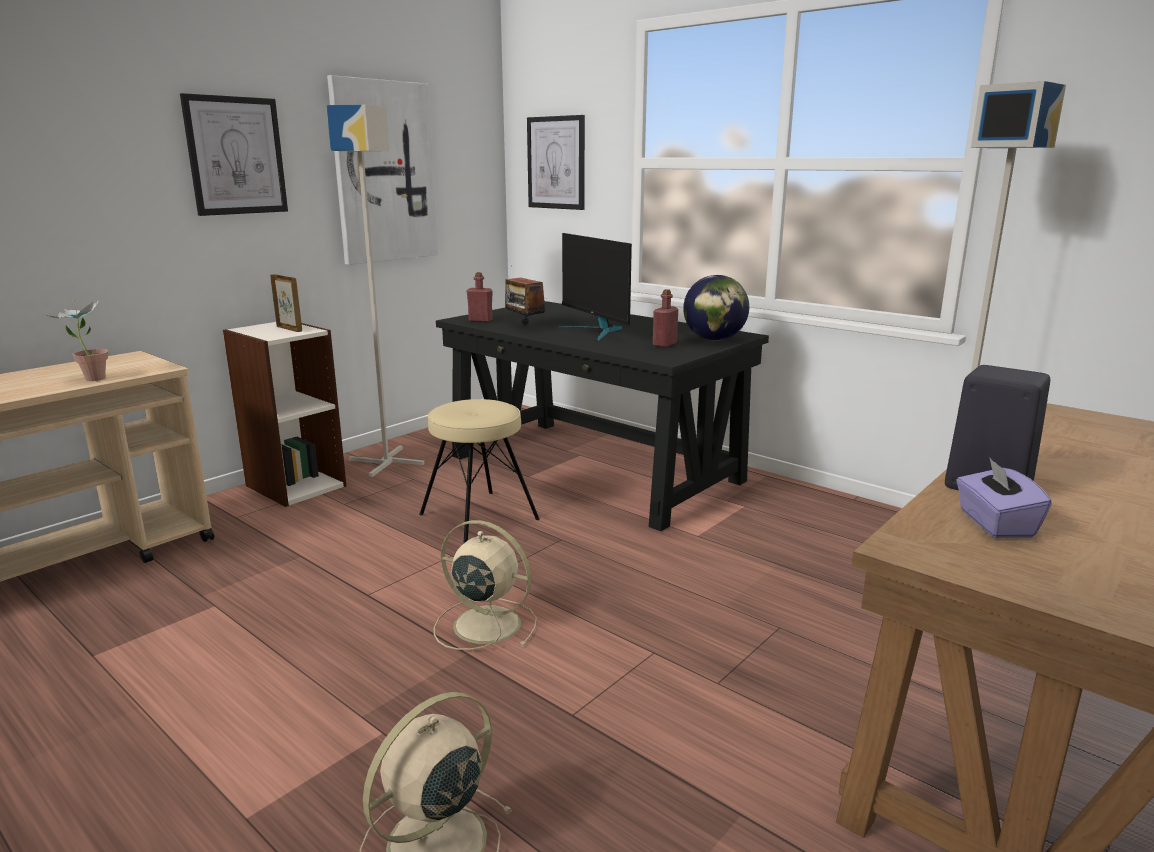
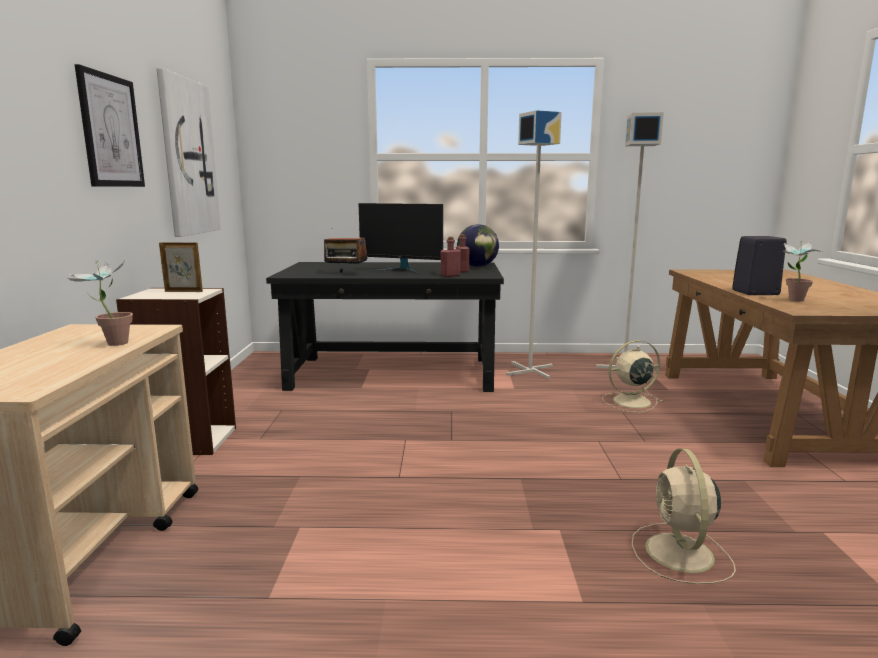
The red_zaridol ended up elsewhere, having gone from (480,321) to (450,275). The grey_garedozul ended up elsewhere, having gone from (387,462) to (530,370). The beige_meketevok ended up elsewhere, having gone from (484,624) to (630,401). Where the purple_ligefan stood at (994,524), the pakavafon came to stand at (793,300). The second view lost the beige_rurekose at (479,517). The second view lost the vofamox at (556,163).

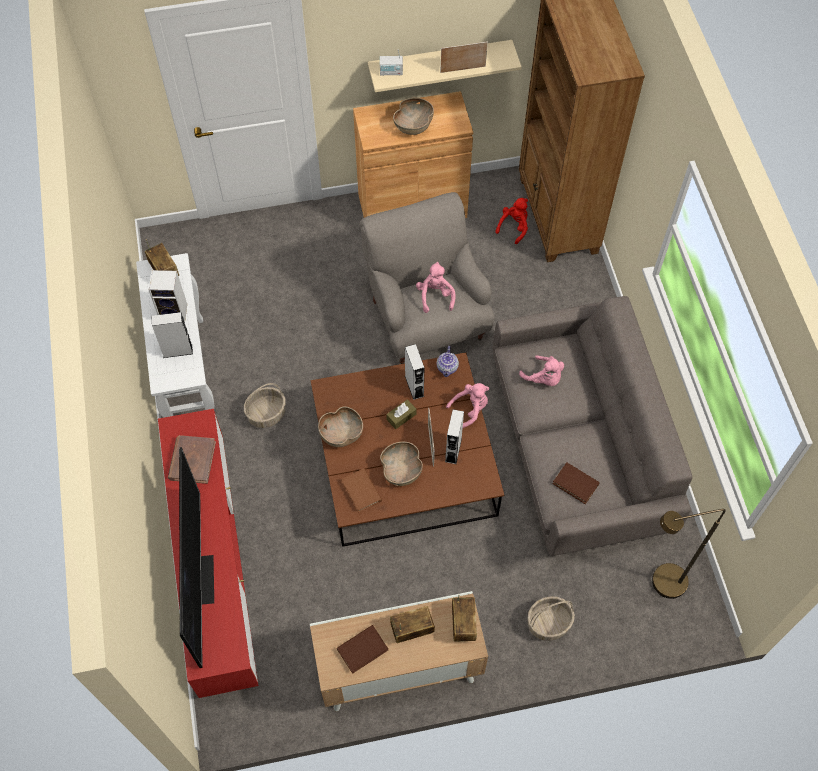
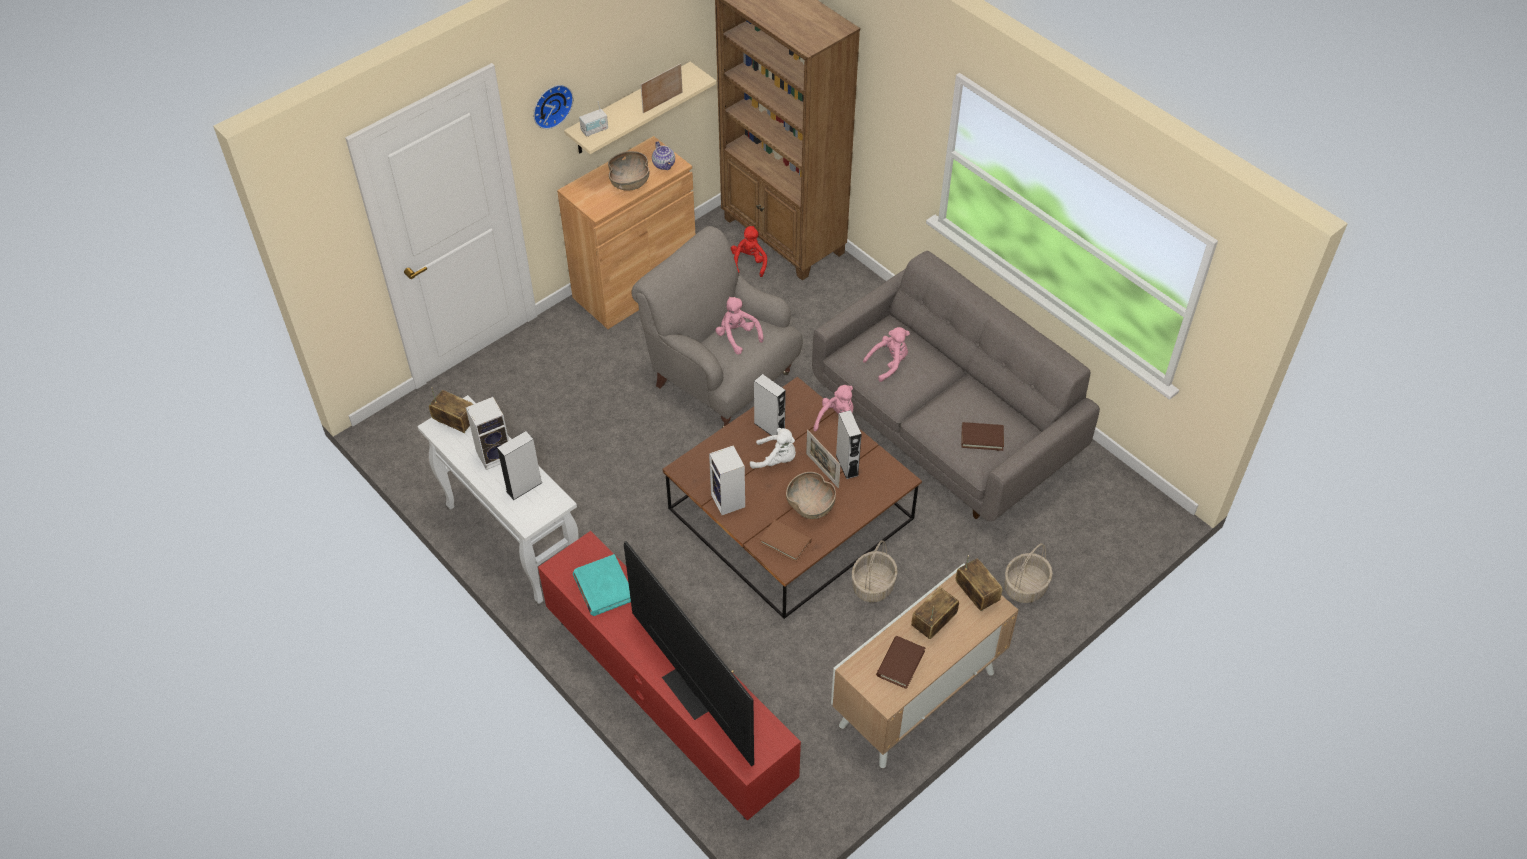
The second view gained the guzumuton at (550,105). What was the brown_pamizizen at (192,460) turned into the turquoise_pamizizen at (603,587). The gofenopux ended up elsewhere, having gone from (447,368) to (664,165). Where the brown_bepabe stood at (341,434), the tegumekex came to stand at (729,501). Where the brown_ligefan stood at (401,417), the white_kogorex came to stand at (776,459). The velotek ended up elsewhere, having gone from (266,414) to (873,586). The pink_kogorex at (544,378) ended up facing another way, 45 degrees counterclockwise from before. The second view lost the brown_garedozul at (660,585).

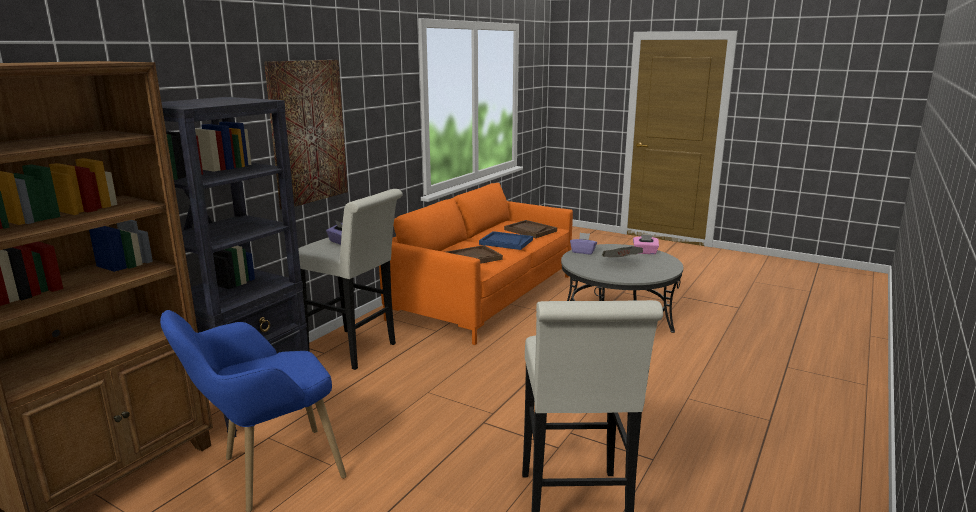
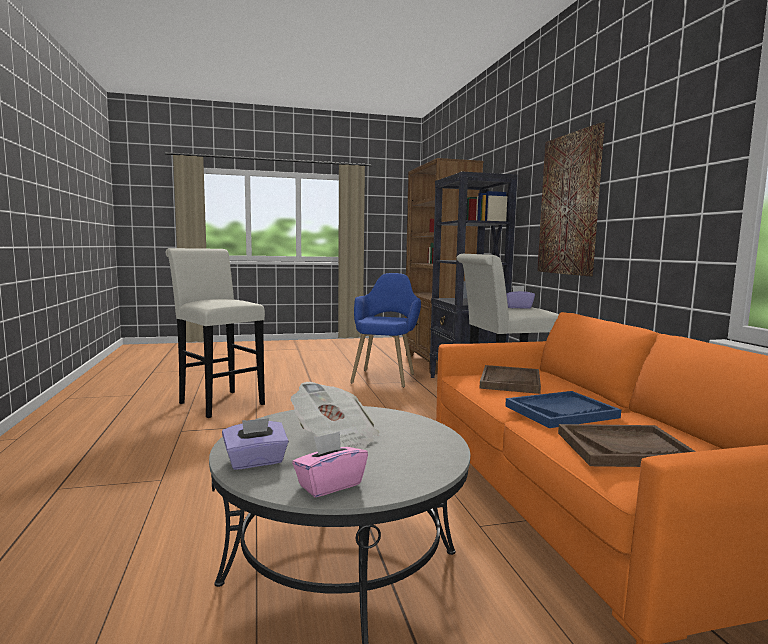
The purple_ligefan ended up elsewhere, having gone from (583,252) to (256,462).

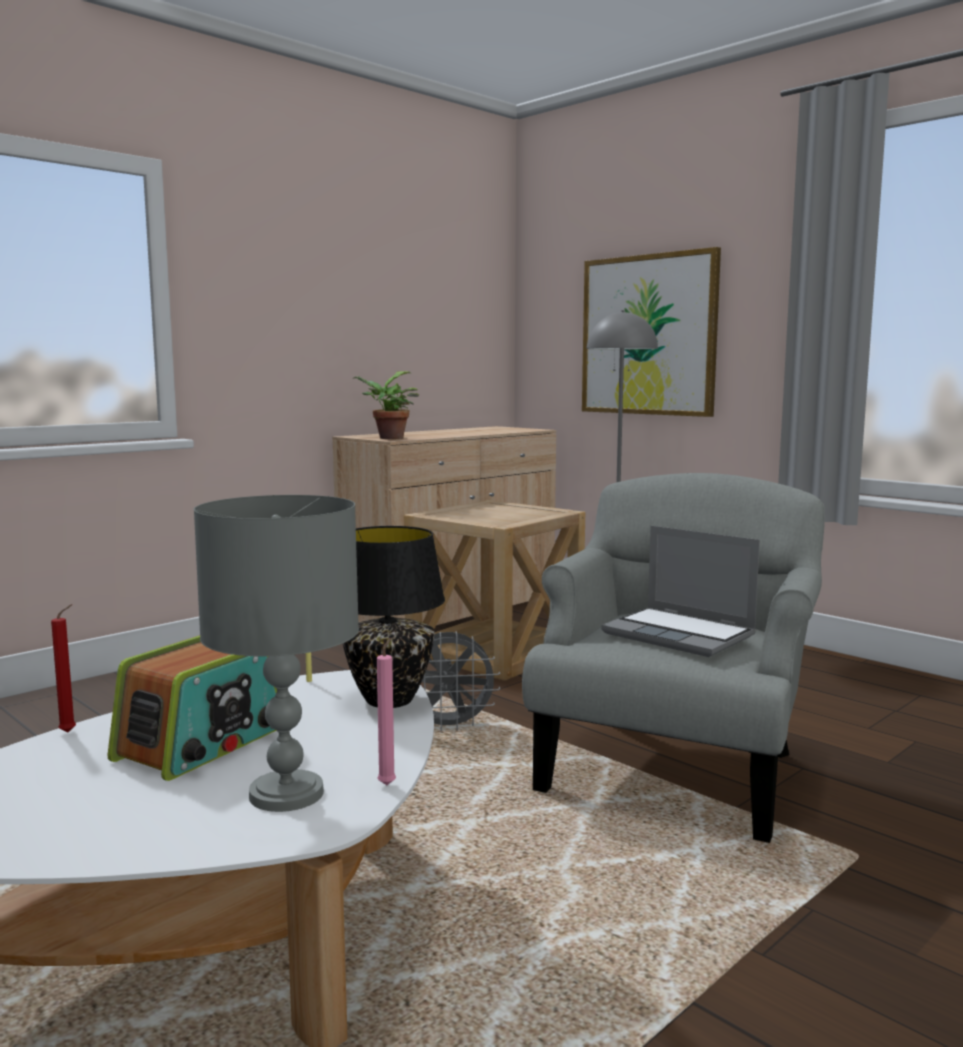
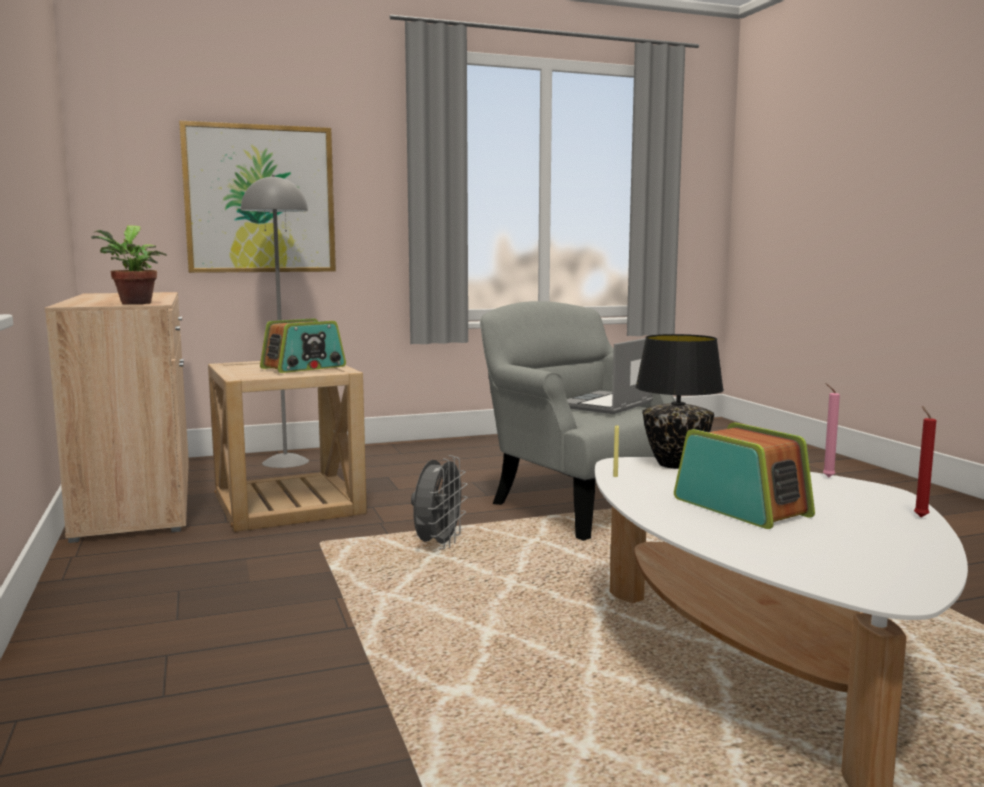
The second view gained the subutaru at (304,367). The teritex at (681,635) ended up facing another way, 150 degrees clockwise from before. The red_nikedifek ended up elsewhere, having gone from (70,732) to (919,516). The second view lost the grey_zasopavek at (286,793).

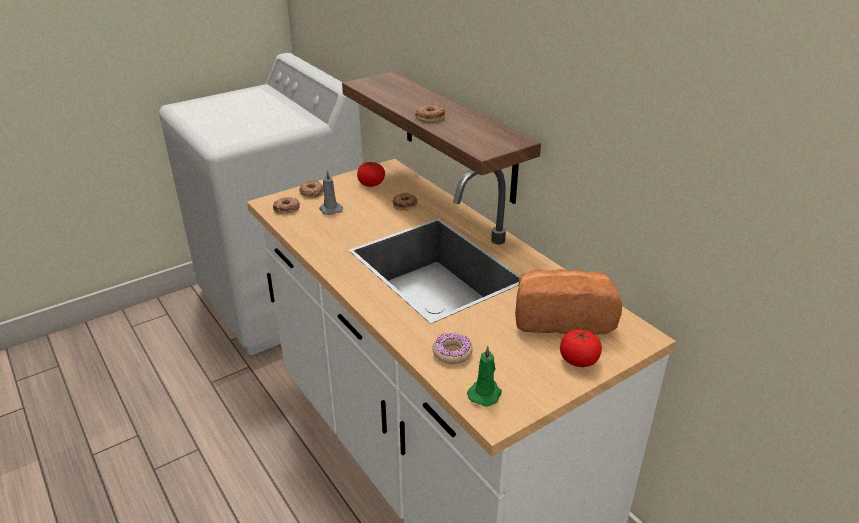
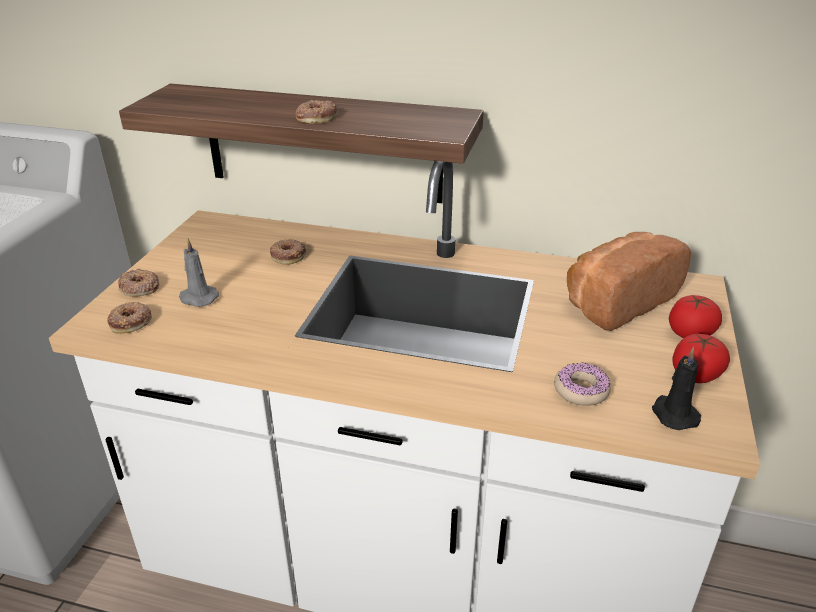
What was the green_nikedifek at (485,393) turned into the black_nikedifek at (673,414). The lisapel ended up elsewhere, having gone from (371,184) to (695,375).

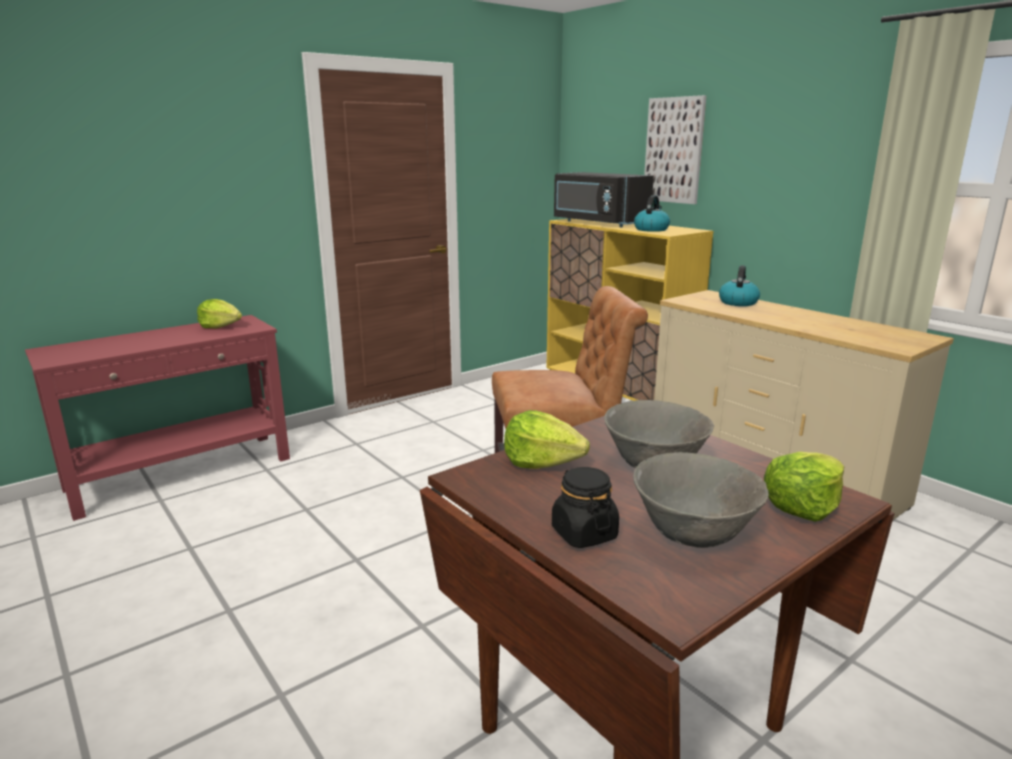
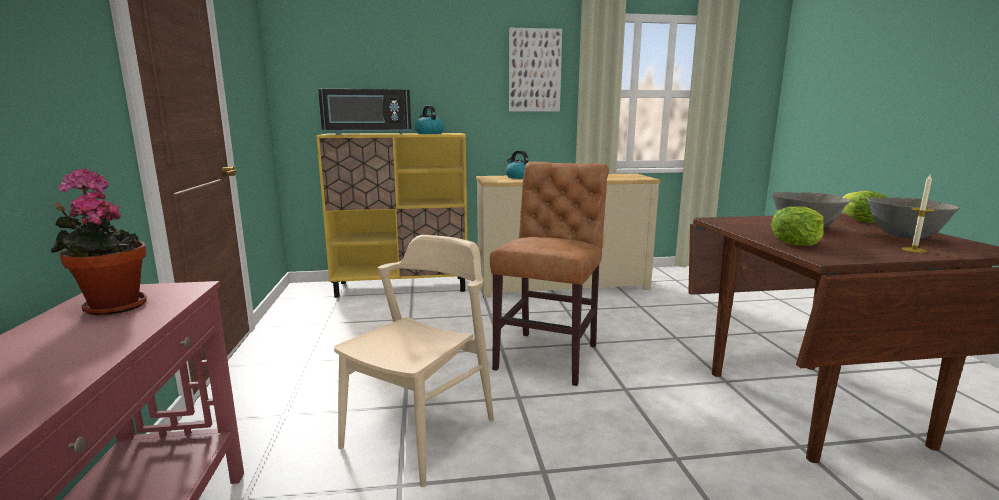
Where the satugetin stood at (220,326), the pakavafon came to stand at (112,306). The second view gained the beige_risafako at (420,433). The vofamox ended up elsewhere, having gone from (674,150) to (534,70). Where the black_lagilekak stood at (583,533), the nikedifek came to stand at (914,250).

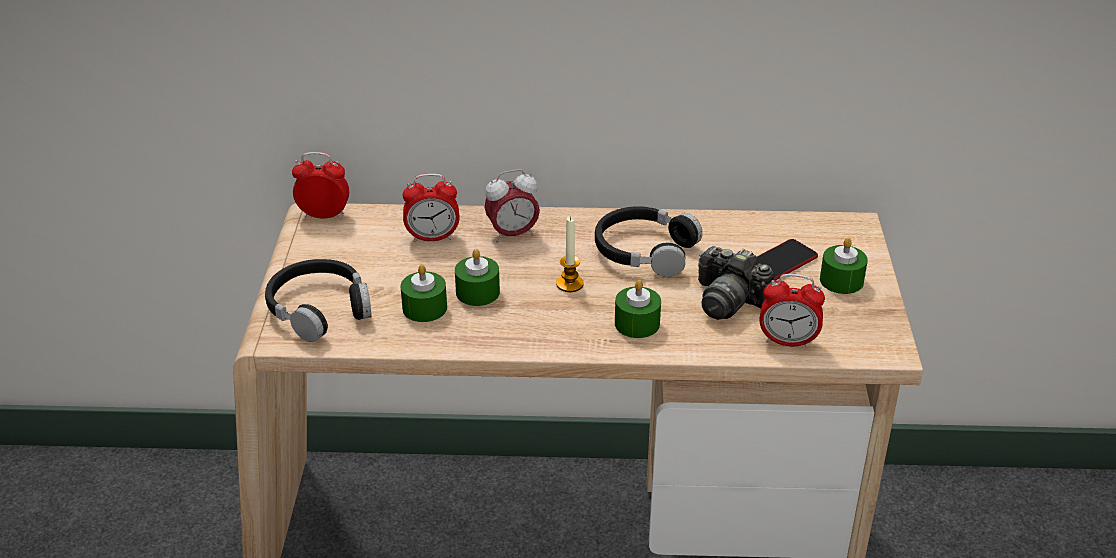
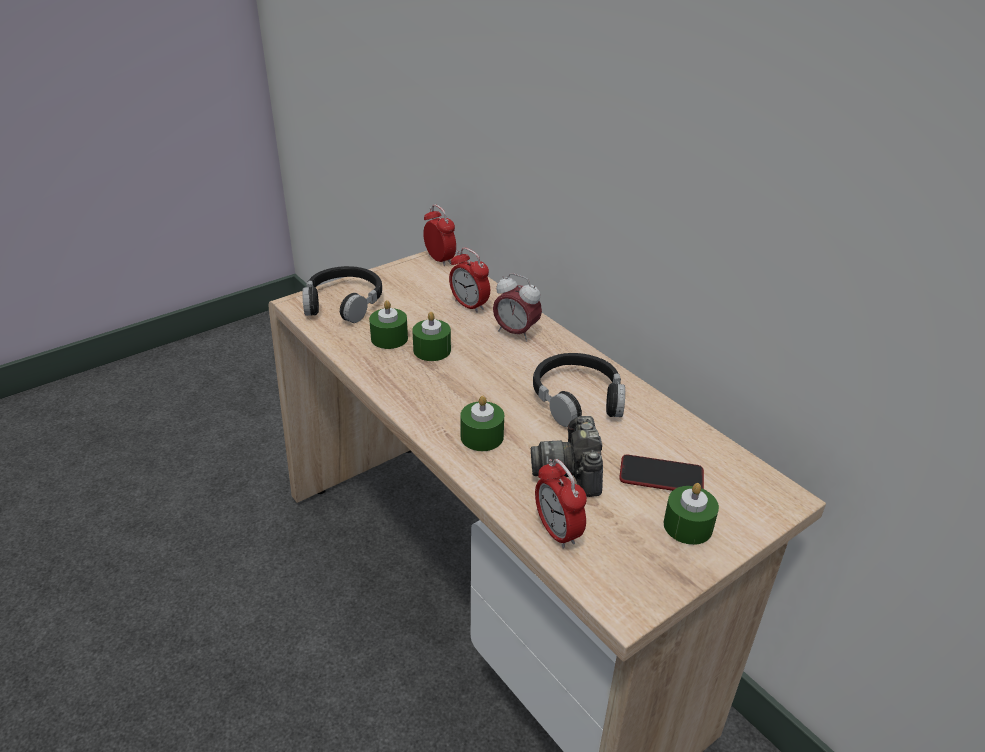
The second view lost the nikedifek at (569,284).

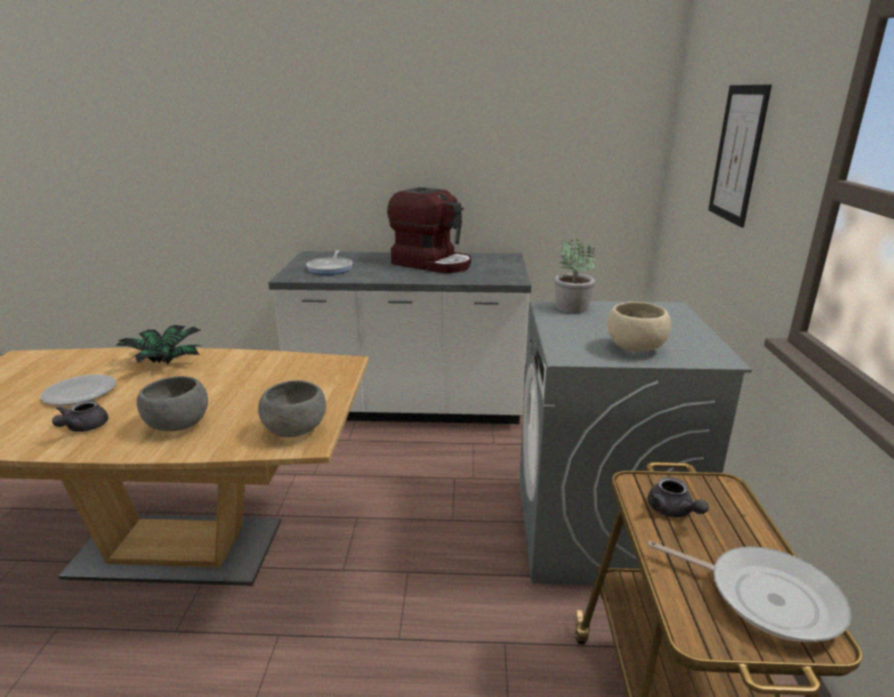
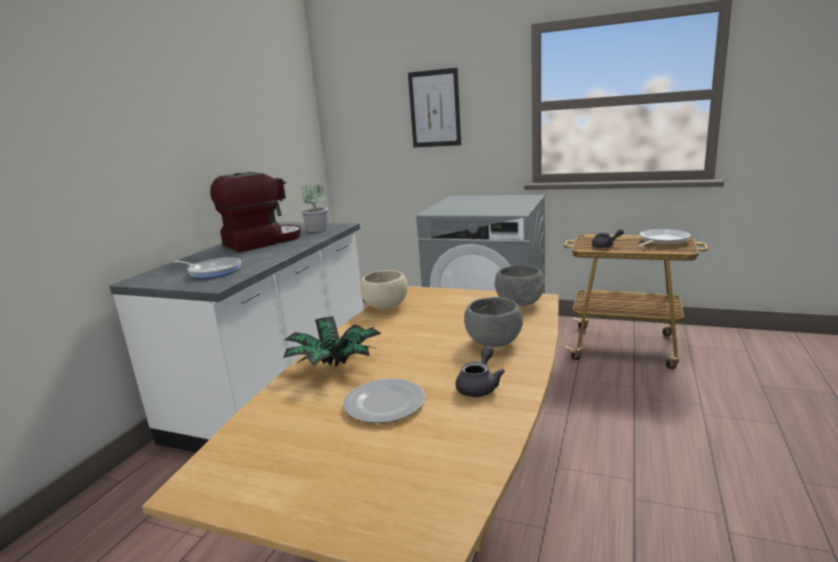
The pakavafon ended up elsewhere, having gone from (571,308) to (317,229). The beige_bepabe ended up elsewhere, having gone from (635,348) to (385,307). The grey_gofenopux at (83,428) ended up facing another way, 90 degrees counterclockwise from before.

